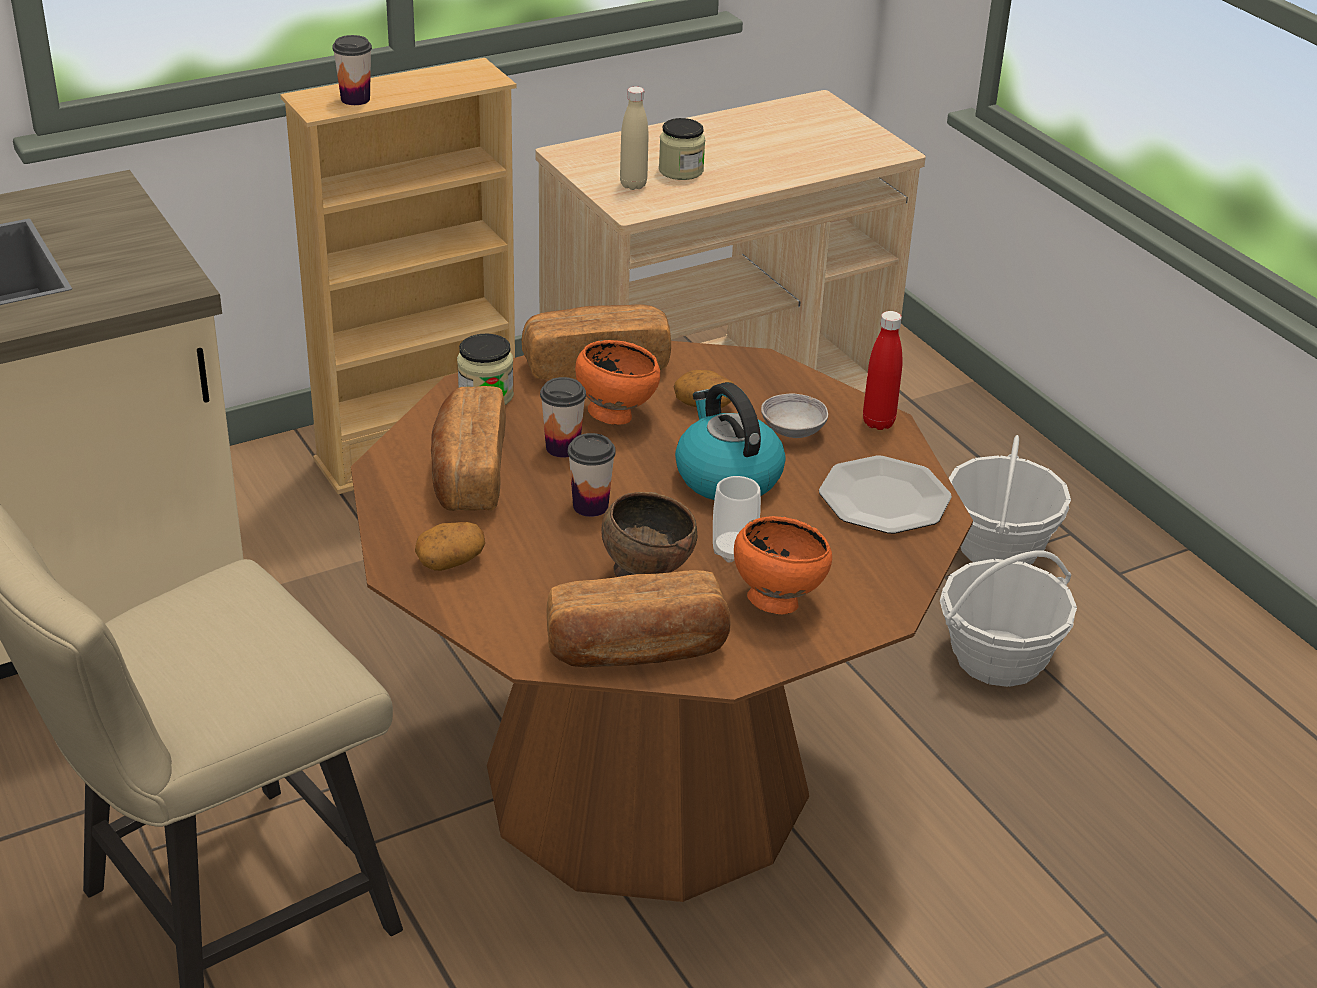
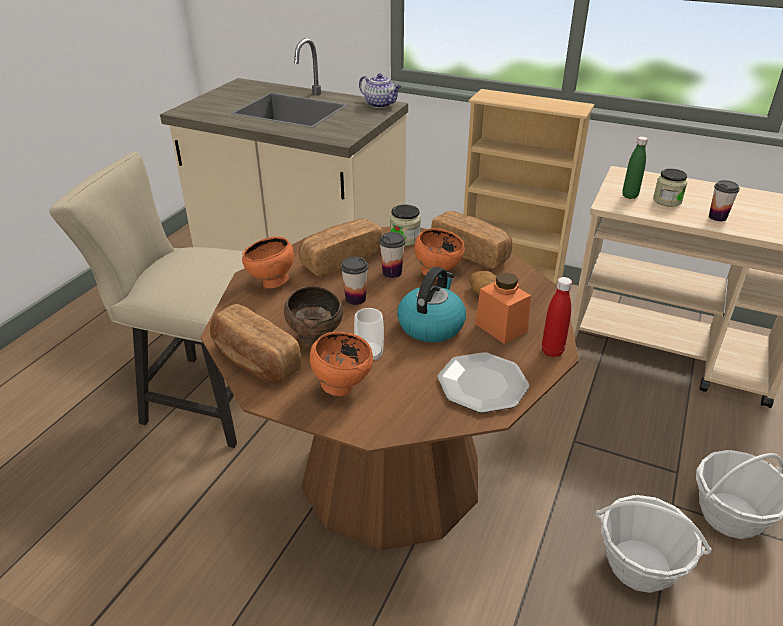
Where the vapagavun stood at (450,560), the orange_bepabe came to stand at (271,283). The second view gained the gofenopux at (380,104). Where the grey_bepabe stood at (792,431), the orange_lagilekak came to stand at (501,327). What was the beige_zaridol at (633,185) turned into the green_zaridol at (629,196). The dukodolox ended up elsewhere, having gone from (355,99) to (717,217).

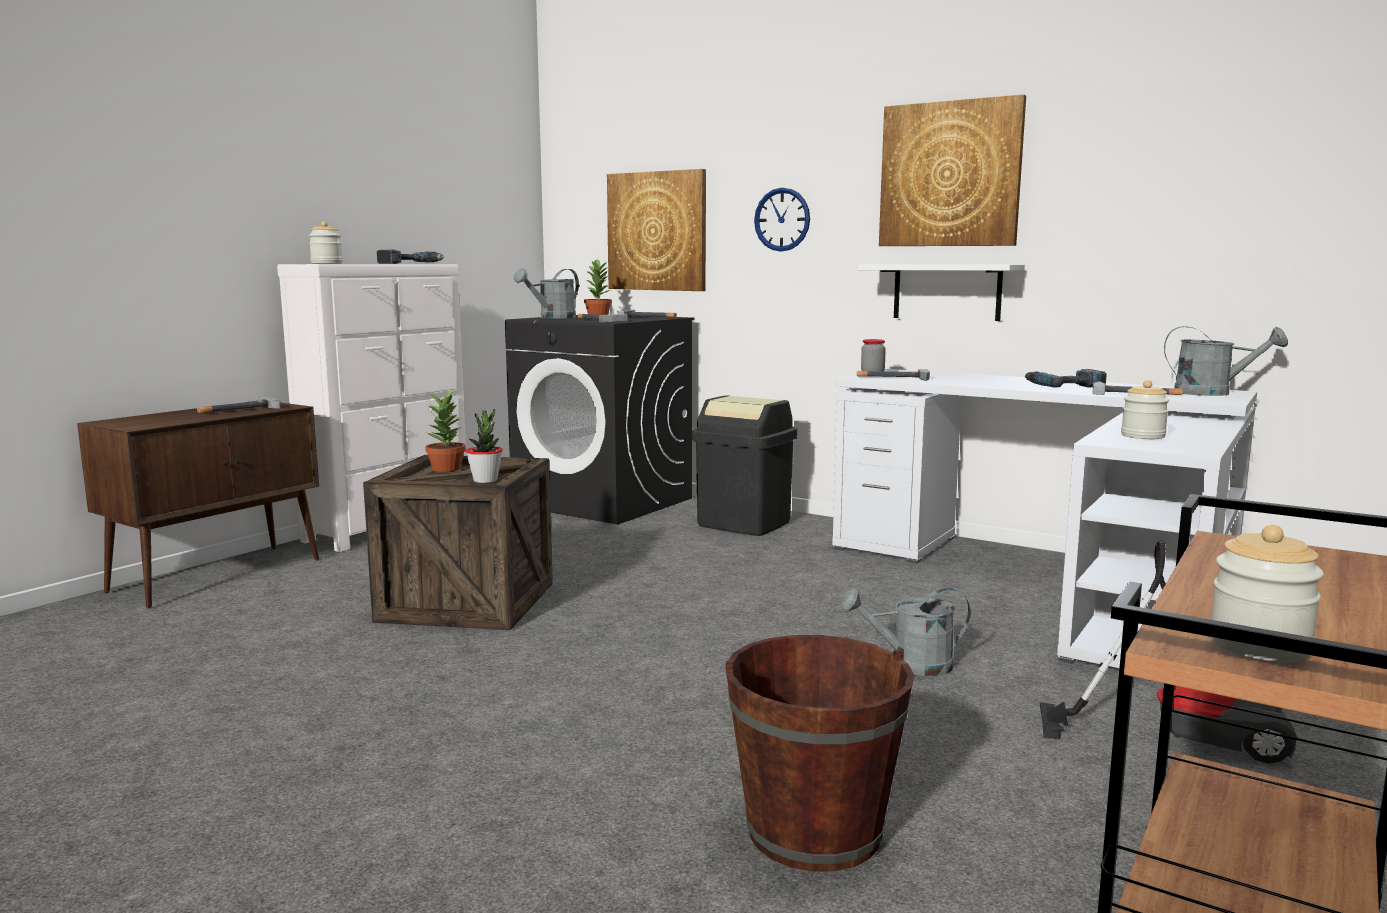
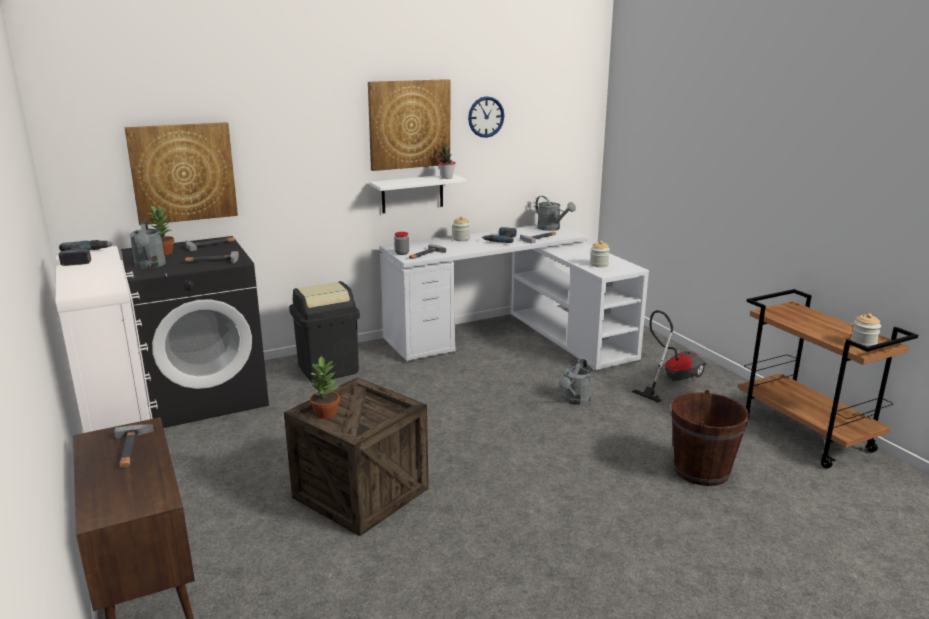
The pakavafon ended up elsewhere, having gone from (485,480) to (446,177). The lagilekak ended up elsewhere, having gone from (327,263) to (461,239). The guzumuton ended up elsewhere, having gone from (782,219) to (486,117). The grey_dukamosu at (1213,393) ended up facing another way, 90 degrees clockwise from before.

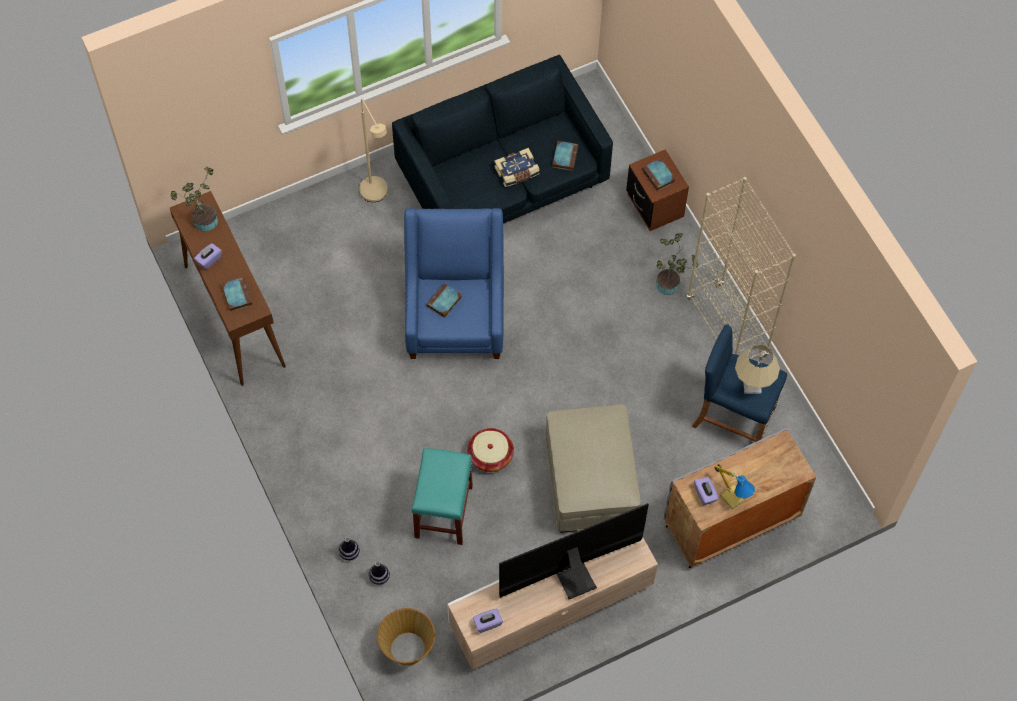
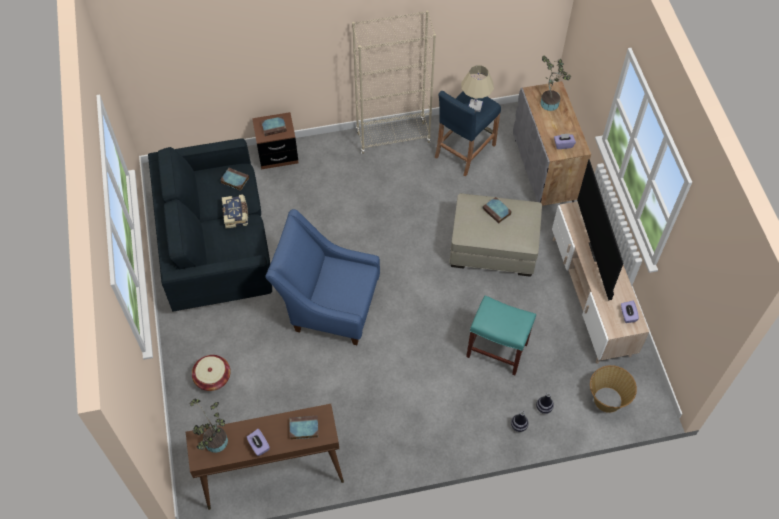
The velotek ended up elsewhere, having gone from (490,455) to (212,377). The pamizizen ended up elsewhere, having gone from (444,302) to (497,211). The pakavafon ended up elsewhere, having gone from (670,284) to (550,101). The second view lost the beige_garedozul at (377,196). The second view lost the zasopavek at (733,497).

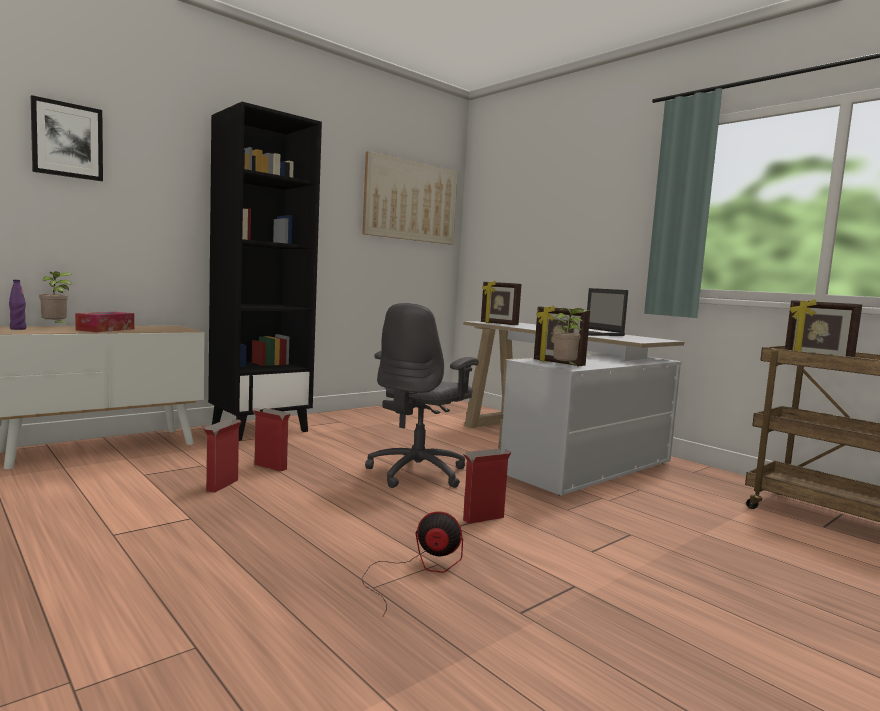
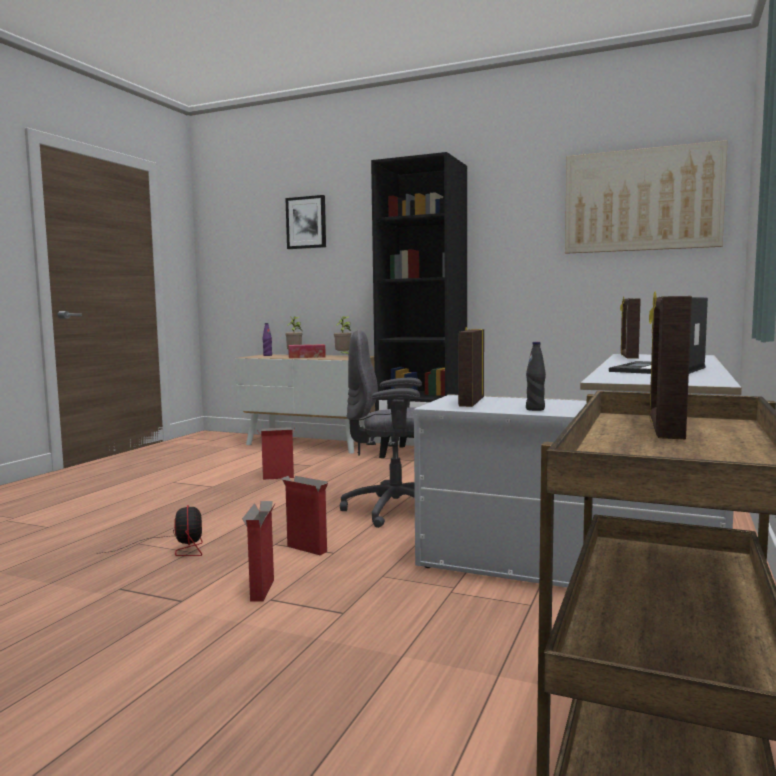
The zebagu ended up elsewhere, having gone from (269,466) to (262,589). The pakavafon ended up elsewhere, having gone from (566,368) to (343,356). The second view gained the black_zaridol at (535,409).

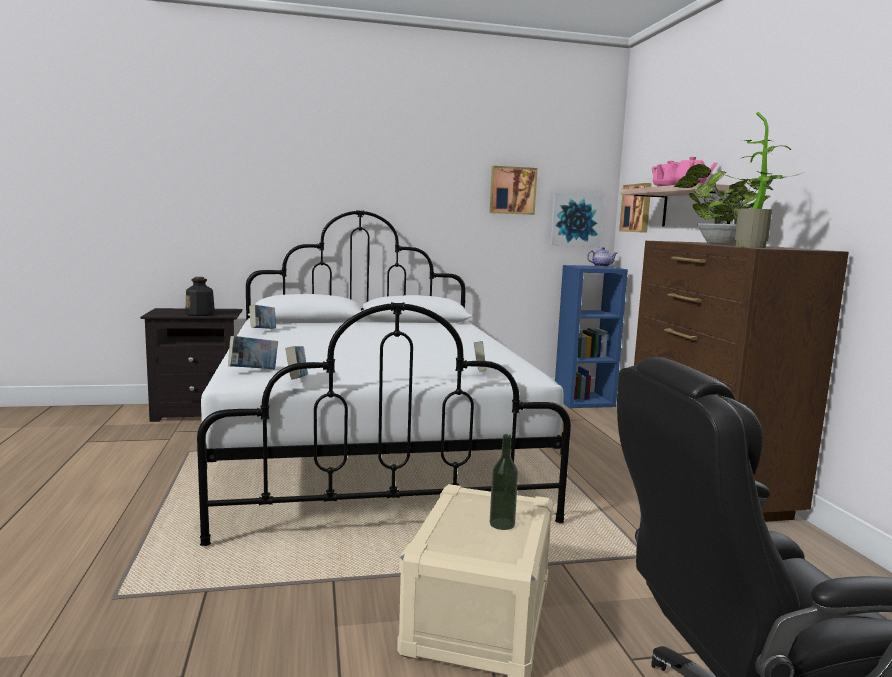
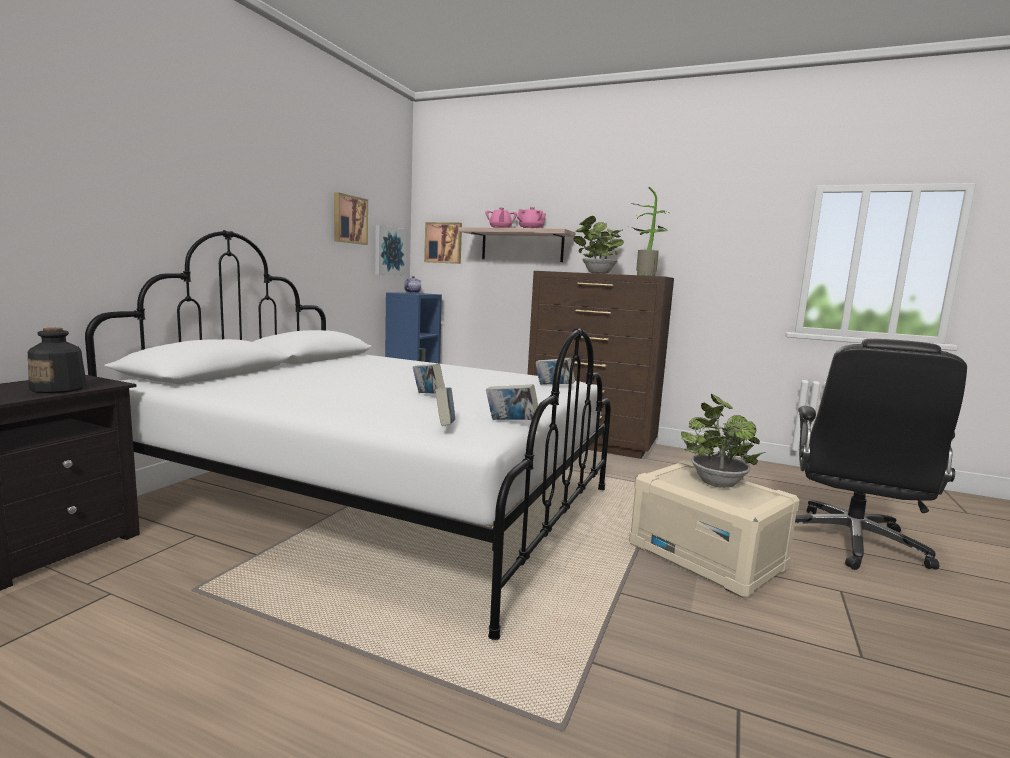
The pamizizen ended up elsewhere, having gone from (263,330) to (428,396). Where the zaridol stood at (502,524), the pakavafon came to stand at (715,482).

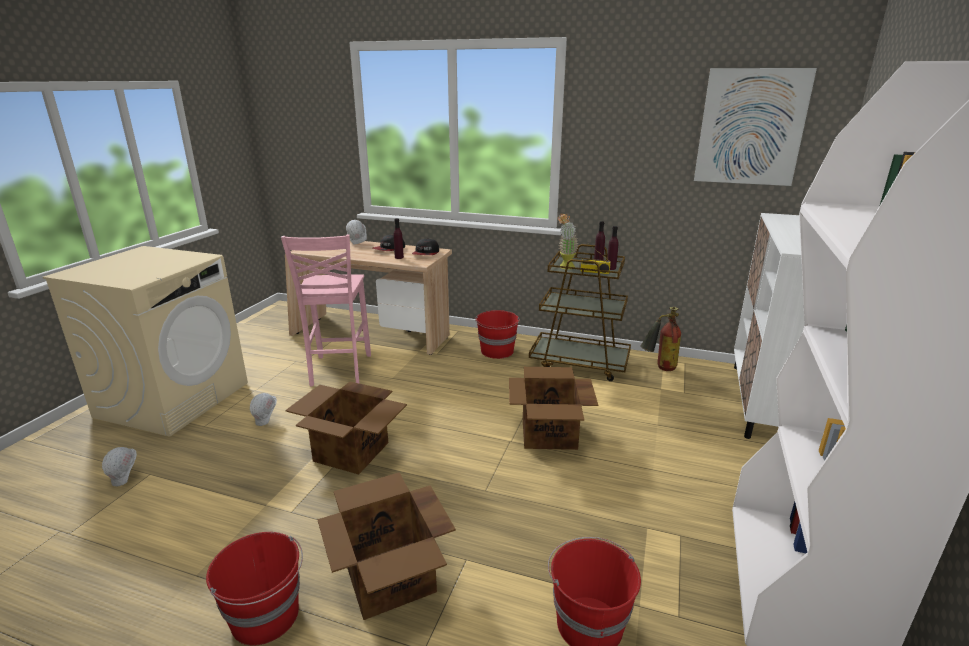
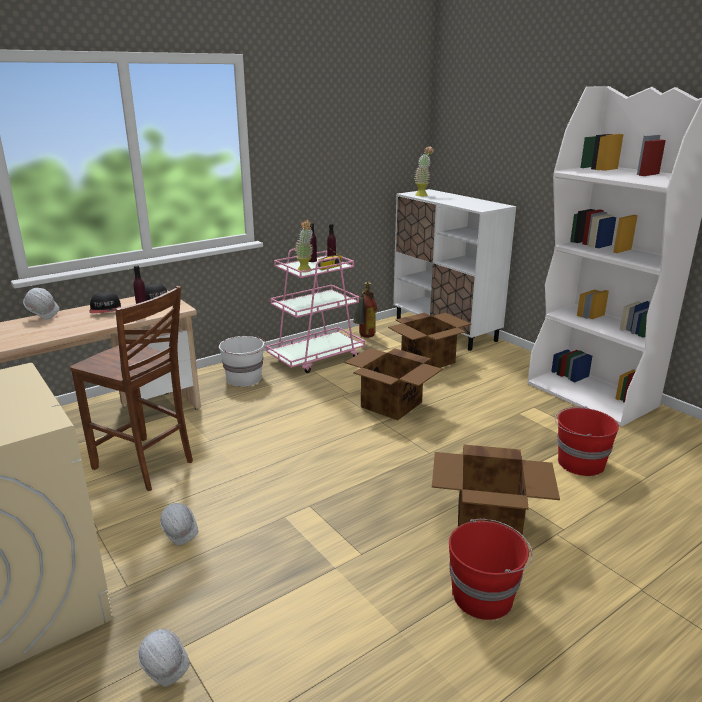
What was the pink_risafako at (339,371) turned into the brown_risafako at (145,465). What was the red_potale at (497,351) turned into the white_potale at (244,379). What was the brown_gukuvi at (580,363) turned into the pink_gukuvi at (316,357). The zebagu ended up elsewhere, having gone from (352,452) to (428,360). The second view gained the pakavafon at (422,195). The second view lost the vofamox at (751,127).

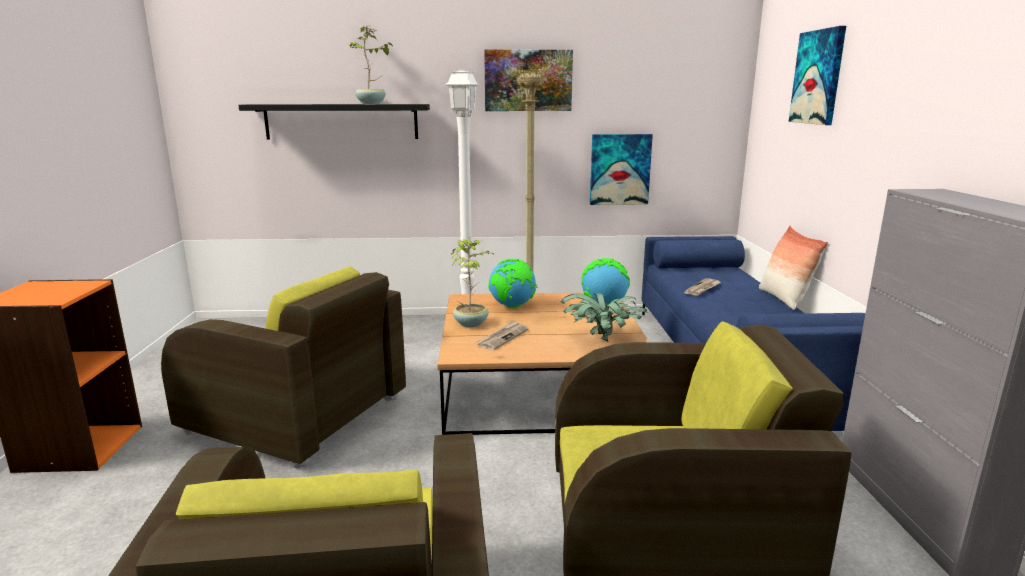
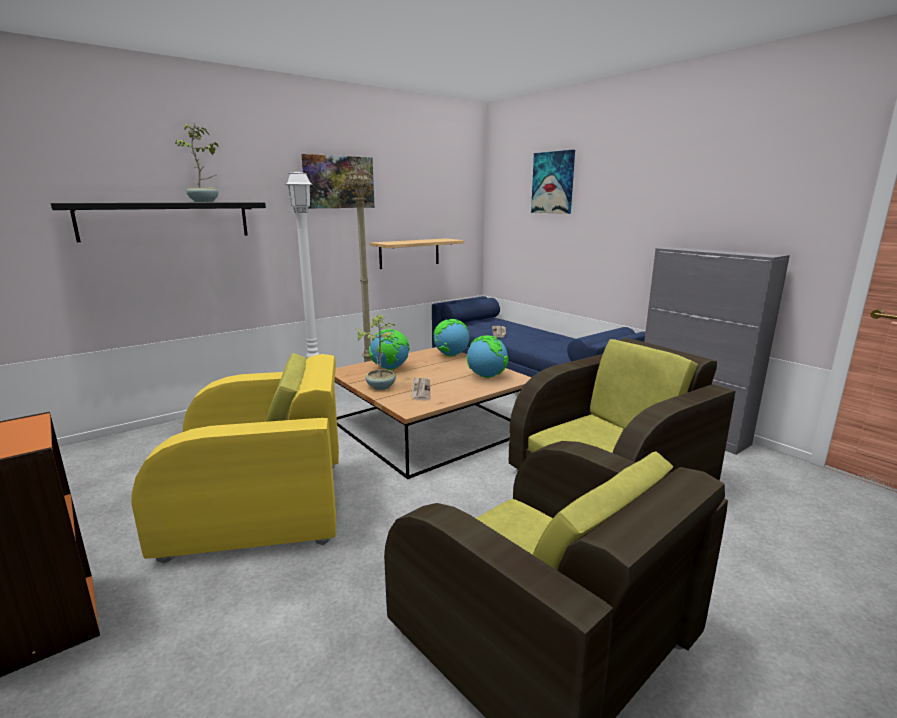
What was the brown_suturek at (298,415) turned into the yellow_suturek at (261,507). Where the vofamox hung at (620,169), the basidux came to hang at (409,253). Where the pakavafon stood at (602,340), the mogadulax came to stand at (486,376). The second view lost the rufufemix at (784,299).

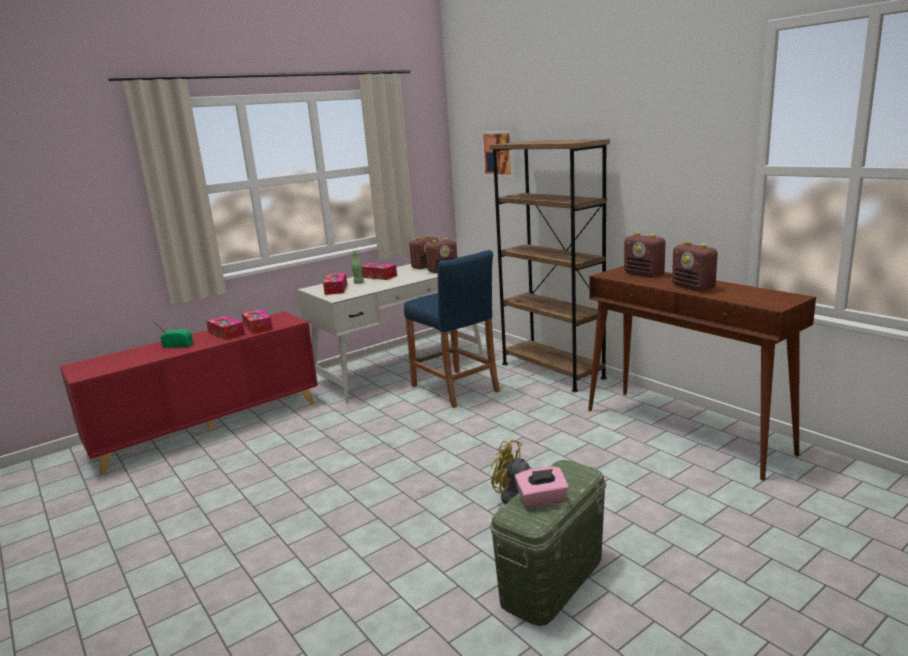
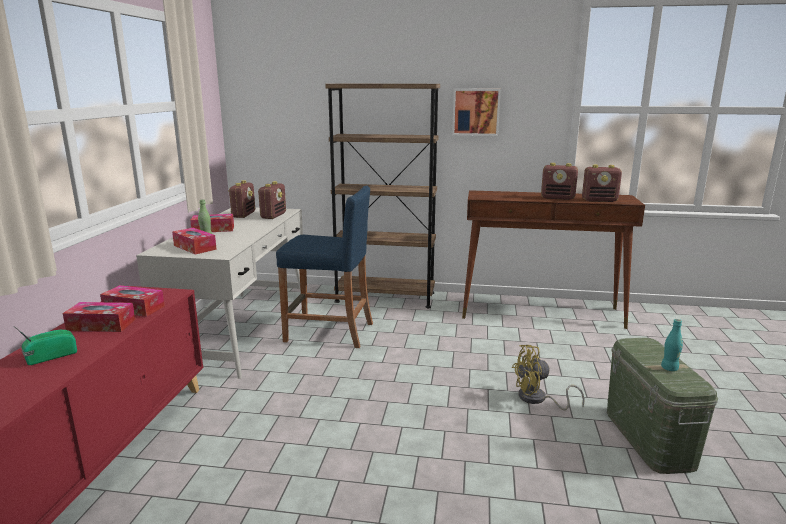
The vofamox ended up elsewhere, having gone from (500,153) to (476,112). The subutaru ended up elsewhere, having gone from (644,274) to (600,200). Where the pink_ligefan stood at (542,500), the turquoise_zaridol came to stand at (669,368).

